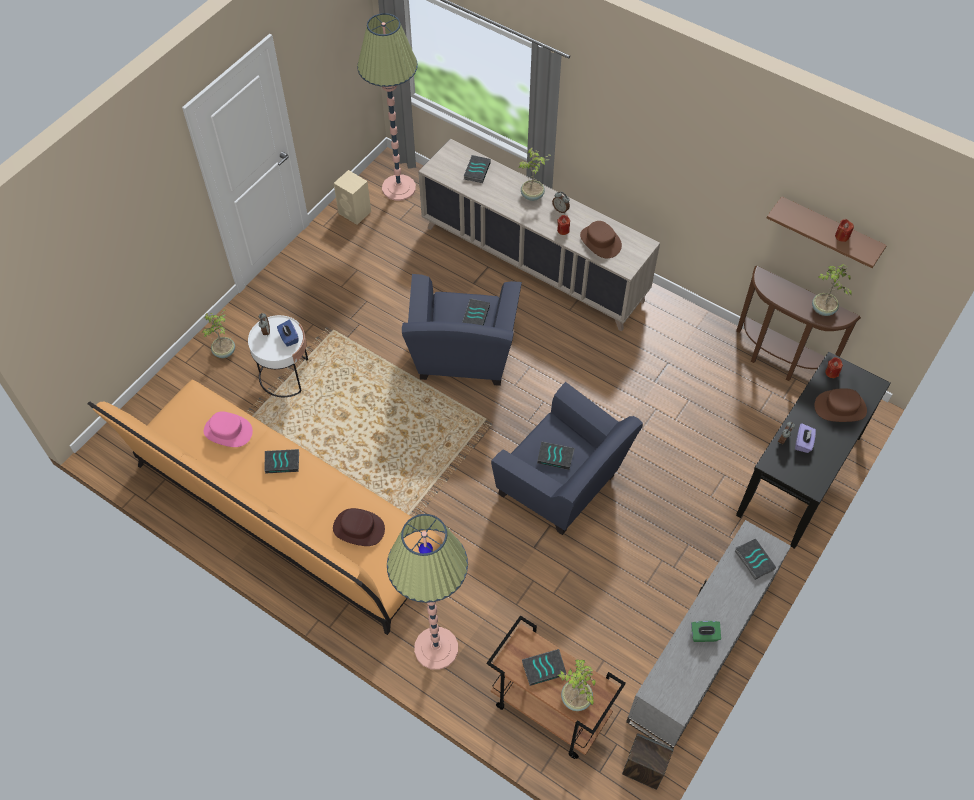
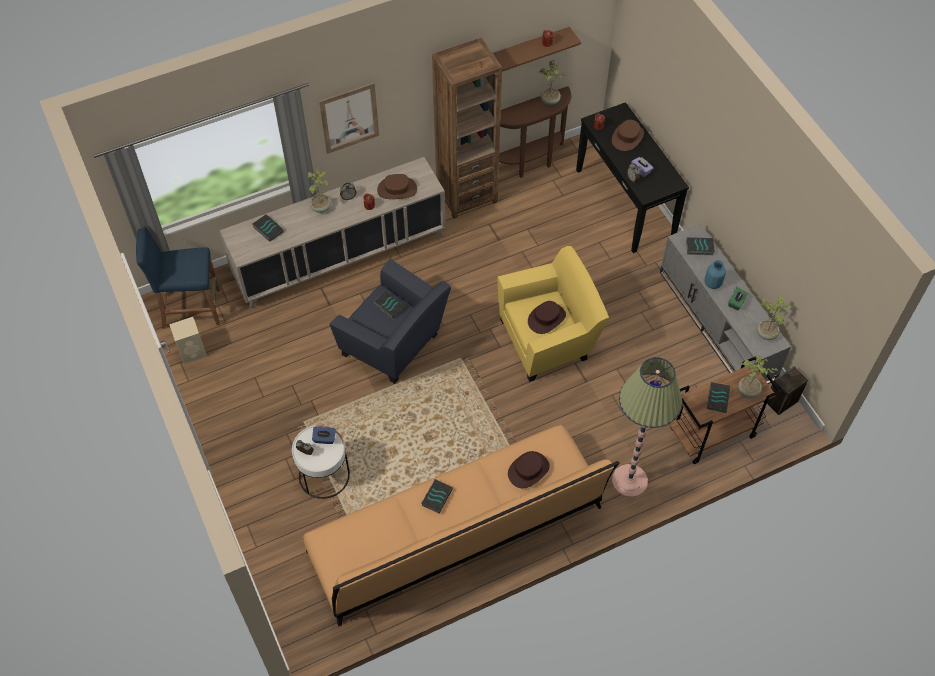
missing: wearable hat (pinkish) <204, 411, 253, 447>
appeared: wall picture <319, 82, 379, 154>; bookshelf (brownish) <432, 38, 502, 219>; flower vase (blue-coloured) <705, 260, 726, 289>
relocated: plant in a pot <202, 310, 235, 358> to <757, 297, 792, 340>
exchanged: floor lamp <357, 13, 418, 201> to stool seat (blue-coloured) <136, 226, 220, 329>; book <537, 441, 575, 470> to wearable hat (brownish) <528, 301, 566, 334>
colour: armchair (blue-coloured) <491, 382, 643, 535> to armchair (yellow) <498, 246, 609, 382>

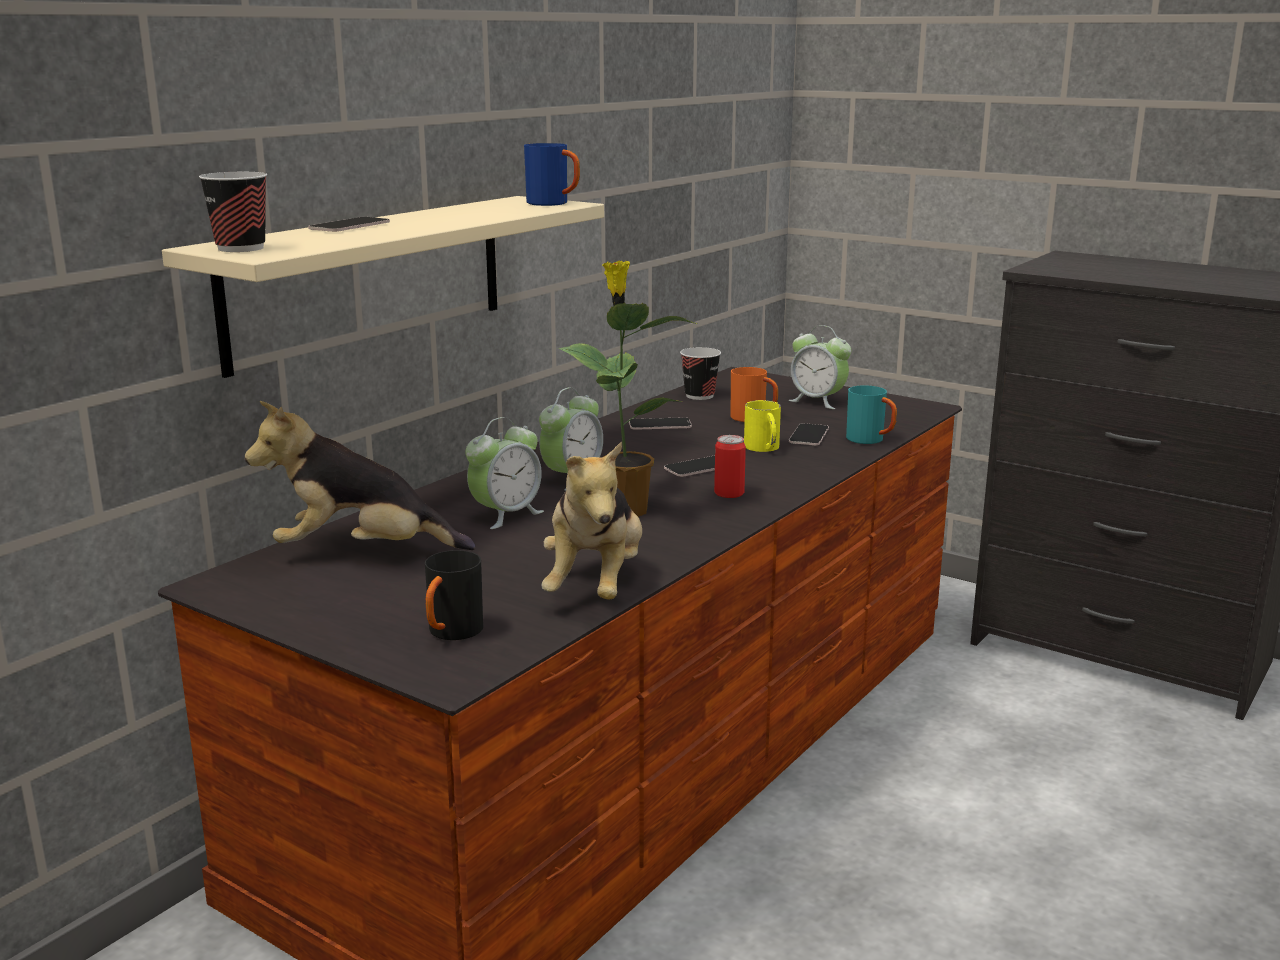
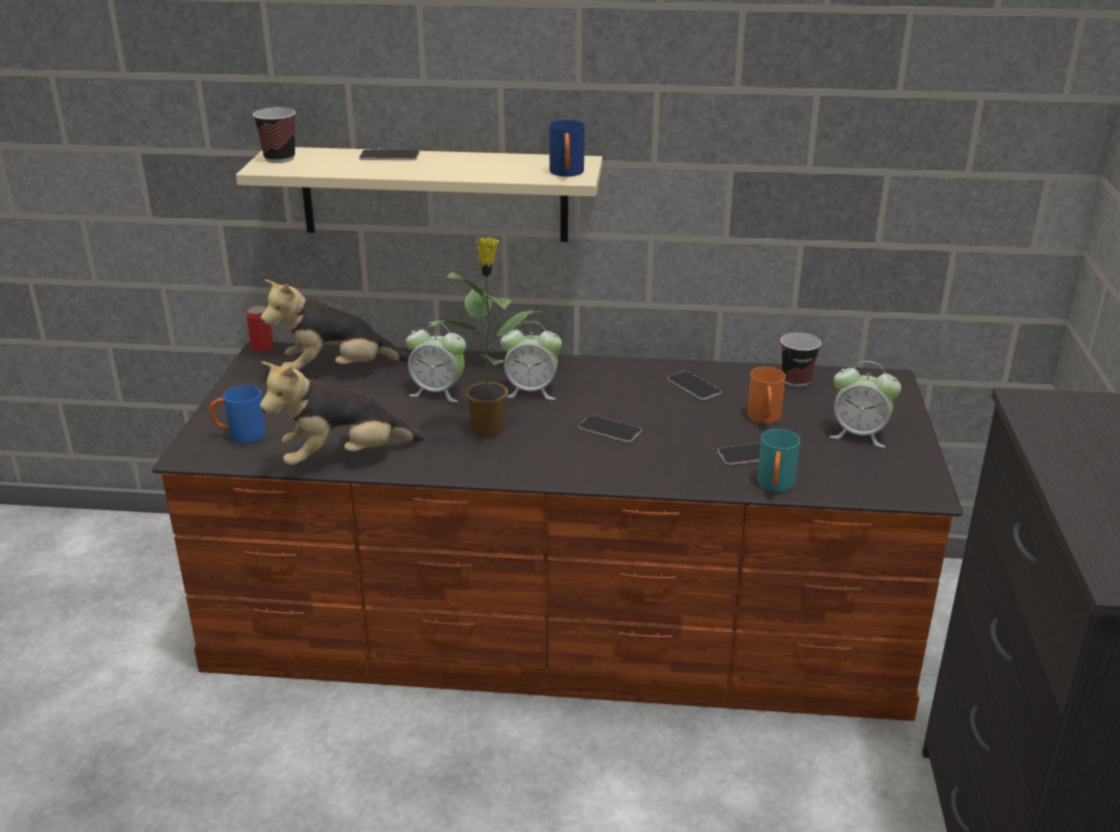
missing: tea mug (yellow) <744, 400, 781, 452>
relocated: sealed can <714, 435, 746, 498> to <247, 305, 273, 352>
colour: tea mug (blackish) <425, 550, 483, 640> to tea mug (blue-coloured) <210, 386, 266, 444>
spun: plush toy <245, 401, 476, 550> = <261, 279, 409, 370> 75 degrees counterclockwise; table clock <788, 325, 851, 409> = <830, 361, 901, 448> 75 degrees counterclockwise

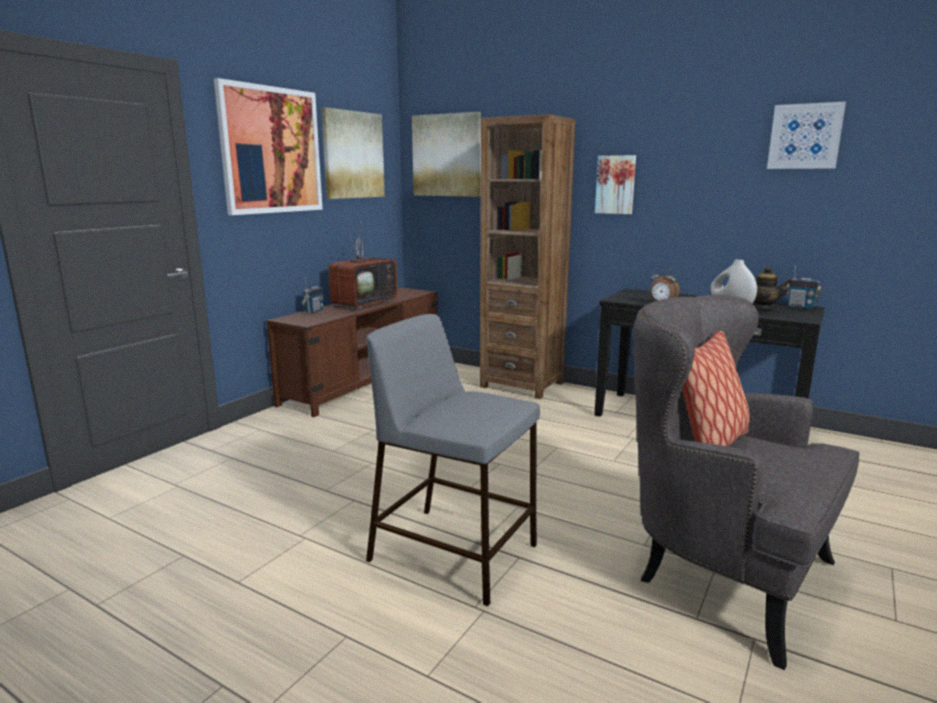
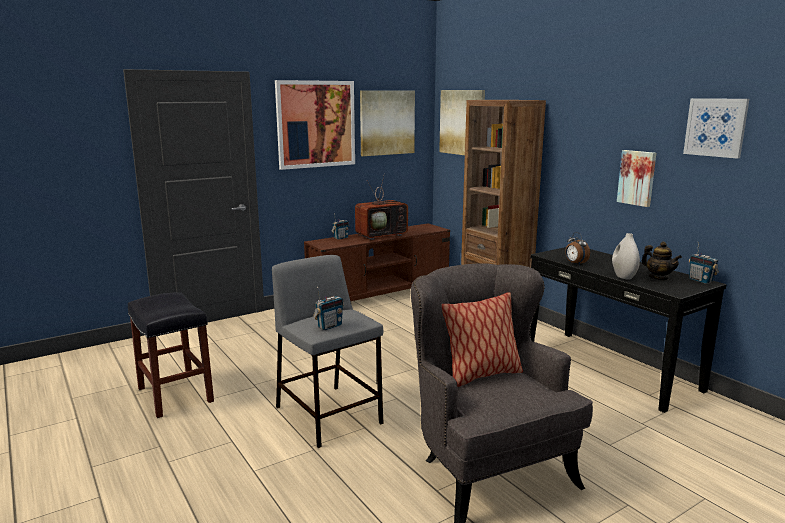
appeared: stool seat (blackish) <128, 292, 214, 418>; radio receiver <313, 287, 344, 330>
relocated: wall picture <595, 155, 636, 214> to <617, 150, 656, 207>

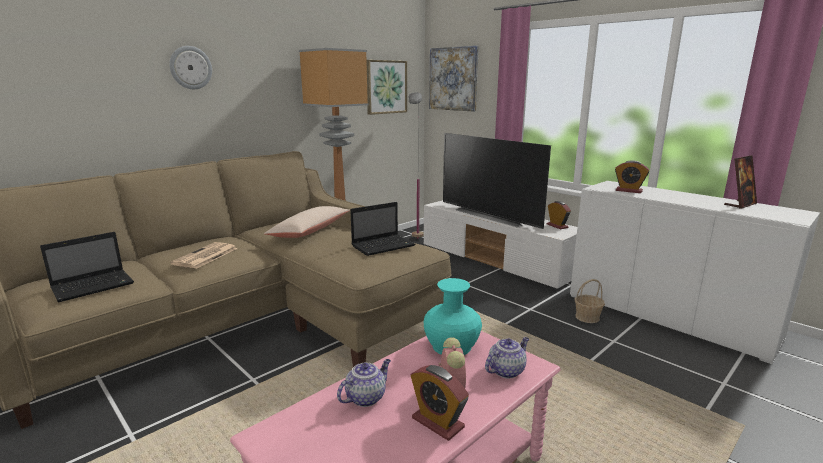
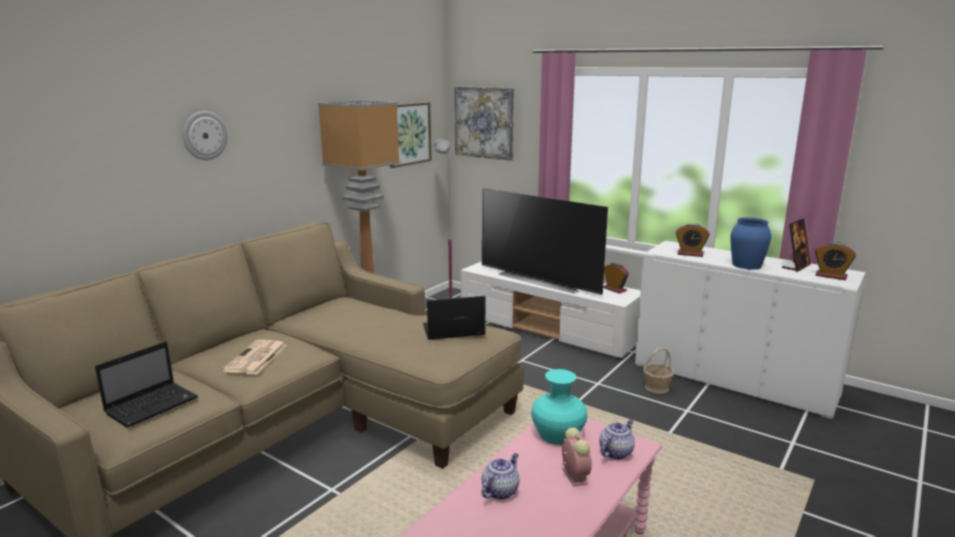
missing: throw pillow (sand-coloured) <264, 206, 350, 238>
appeared: flower vase (blue-coloured) <731, 217, 771, 270>
relocated: table clock <411, 365, 469, 441> to <815, 242, 856, 280>
spun: notebook computer <350, 202, 415, 256> = <423, 296, 485, 340> 150 degrees counterclockwise

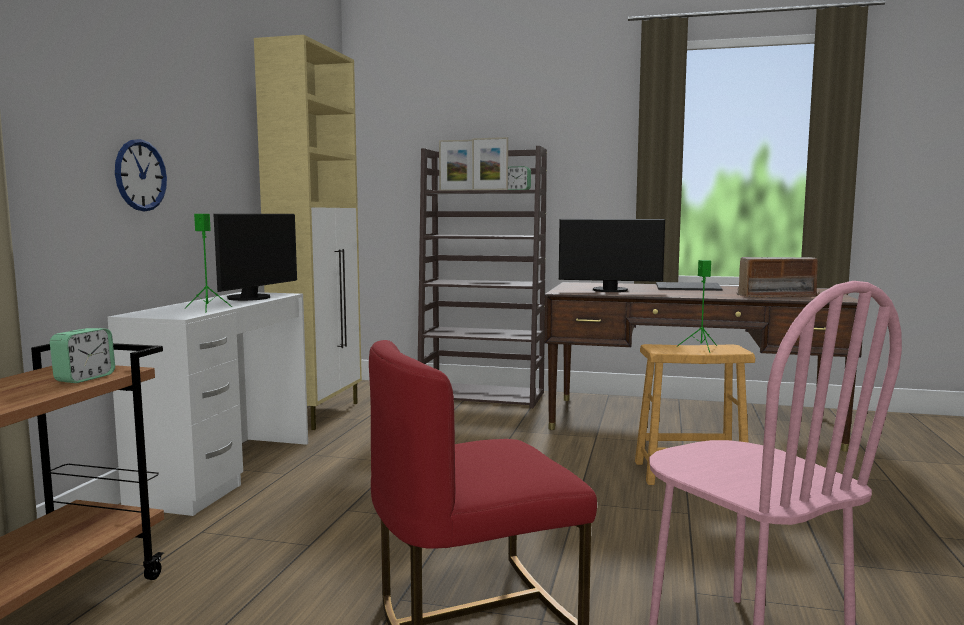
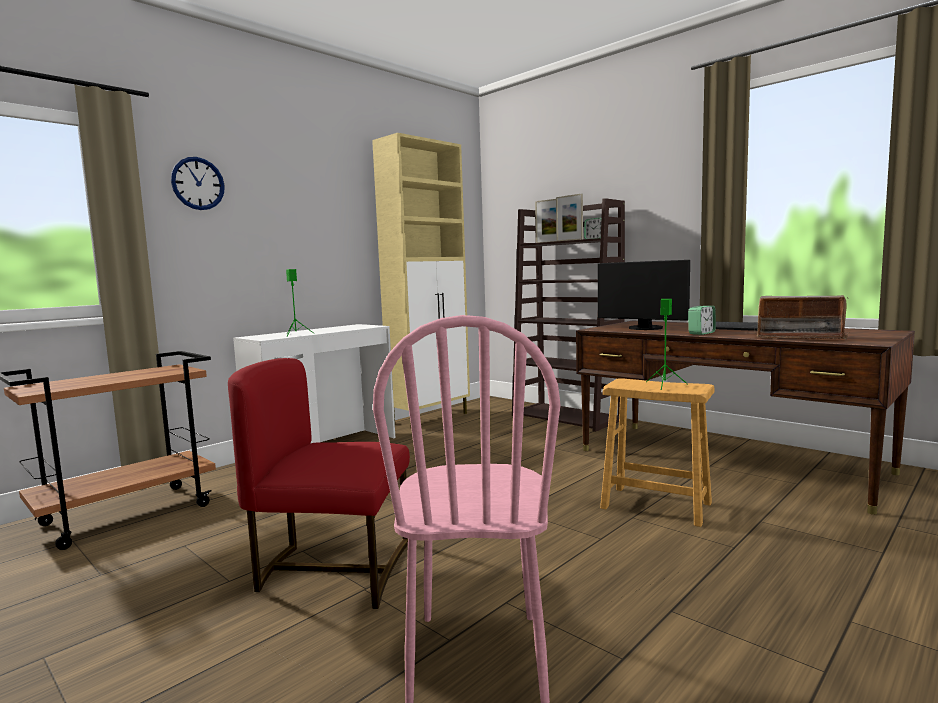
missing: computer screen <213, 214, 297, 301>
relocated: wall clock <115, 139, 167, 211> to <171, 157, 225, 210>; table clock <50, 328, 115, 383> to <688, 306, 716, 335>

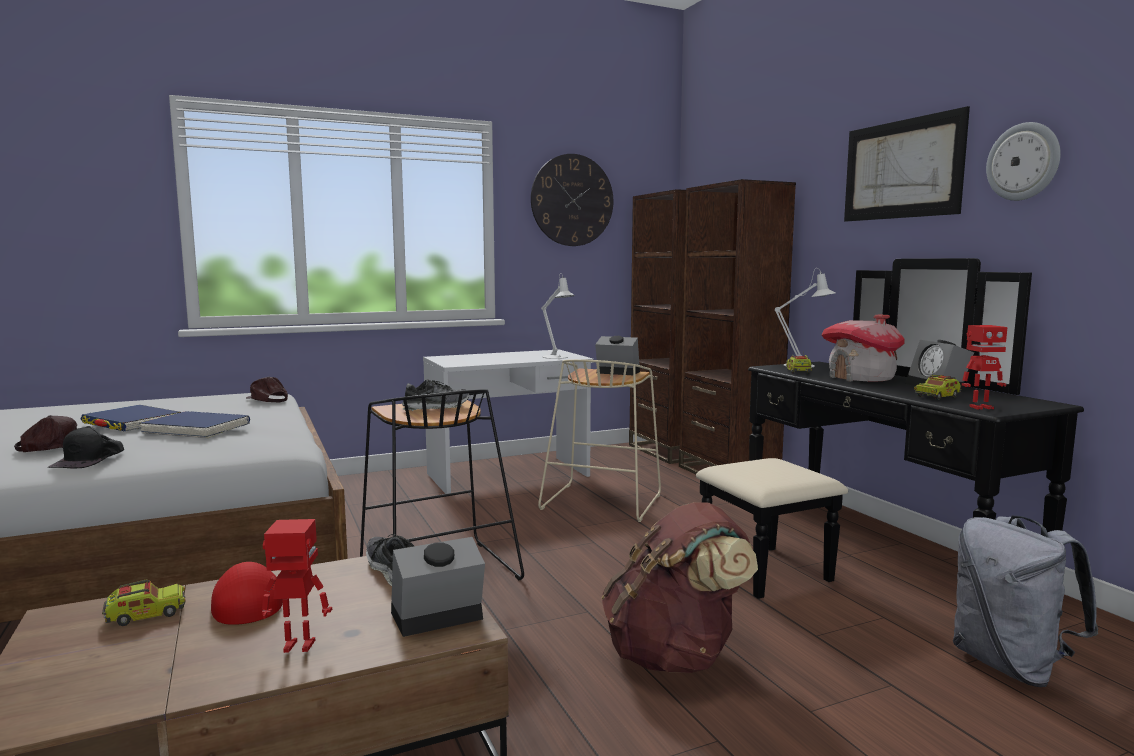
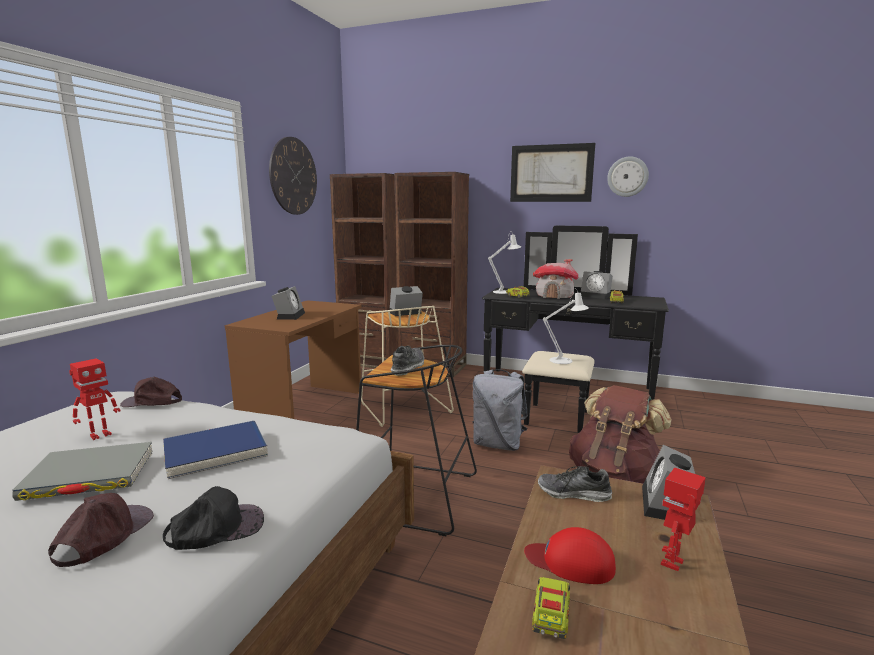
appeared: table clock <271, 286, 305, 320>
relocated: robot figure <962, 325, 1007, 409> to <69, 358, 121, 440>; backpack (grey) <953, 515, 1099, 687> to <472, 369, 528, 451>; table lamp (white) <541, 273, 575, 359> to <543, 289, 589, 364>
colour: book (blue-coloured) <81, 405, 181, 431> to book (grey) <12, 442, 153, 501>; desk table (white) <423, 349, 593, 494> to desk table (brownish) <225, 300, 362, 419>
spun: cap (blackish) <48, 426, 124, 468> = <162, 486, 264, 550> 75 degrees counterclockwise

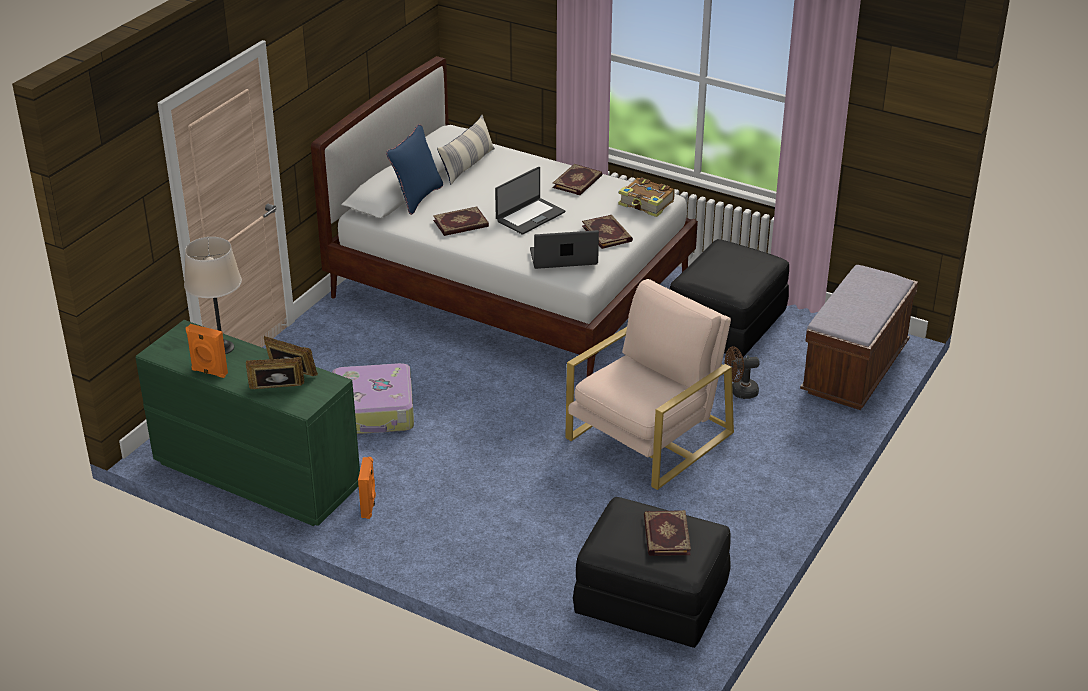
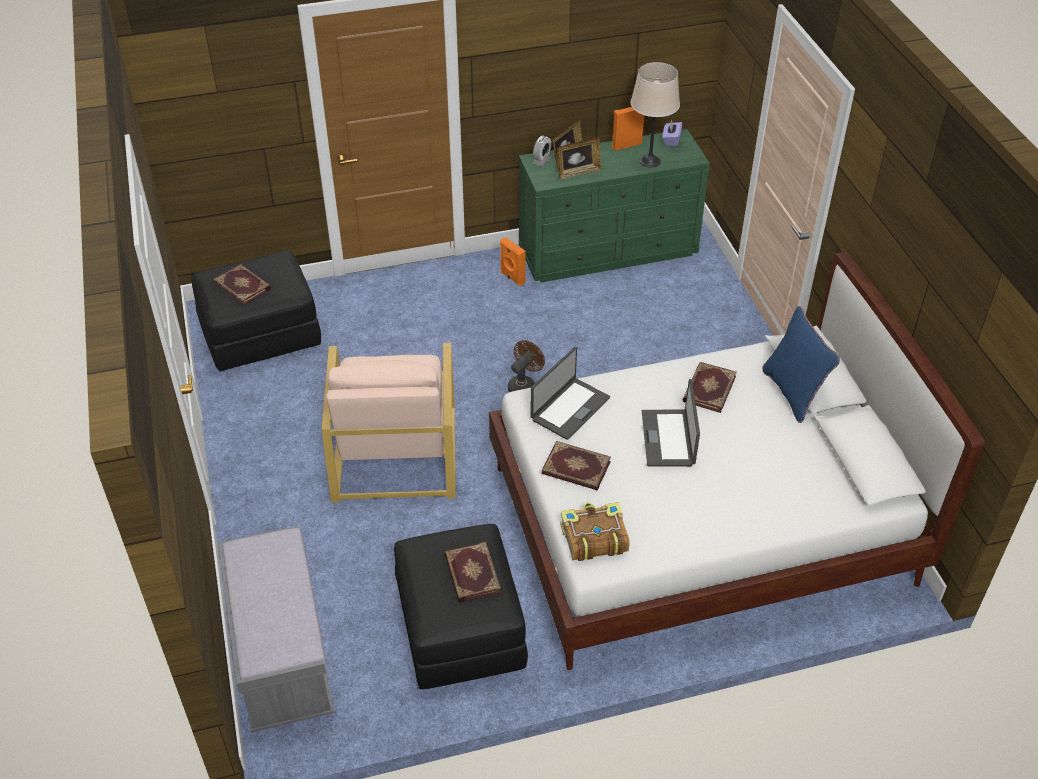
missing: suitcase <332, 363, 414, 434>; throw pillow <437, 115, 495, 185>
appeared: table clock <532, 136, 552, 167>; tissue holder (purple) <663, 119, 682, 147>
relocated: book <553, 164, 602, 195> to <444, 542, 501, 602>; cooling fan (brownish) <725, 346, 760, 399> to <508, 340, 545, 392>
colour: bench (brownish) <800, 265, 918, 410> to bench (grey) <218, 526, 334, 733>

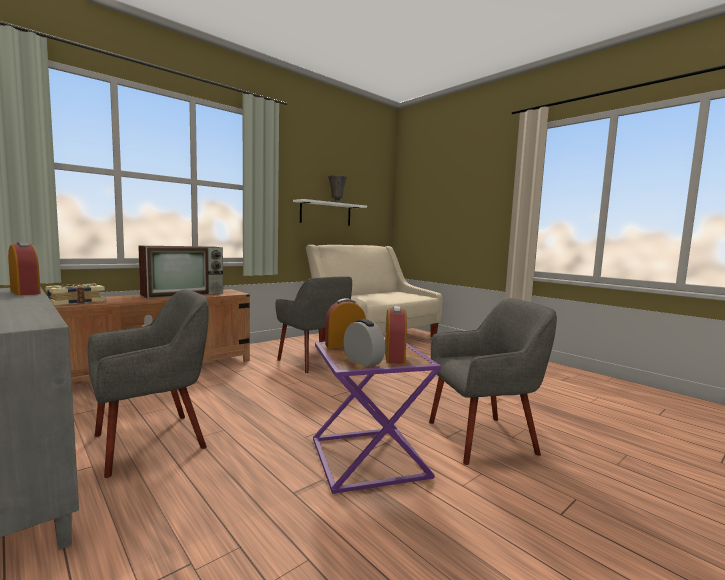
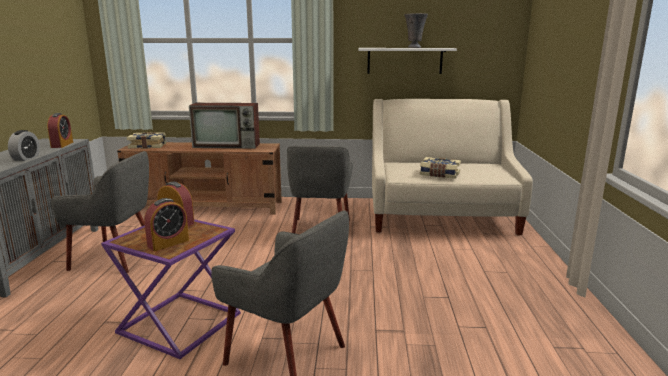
appeared: book <420, 157, 461, 179>
relocated: table clock <344, 319, 385, 367> to <8, 130, 40, 161>

